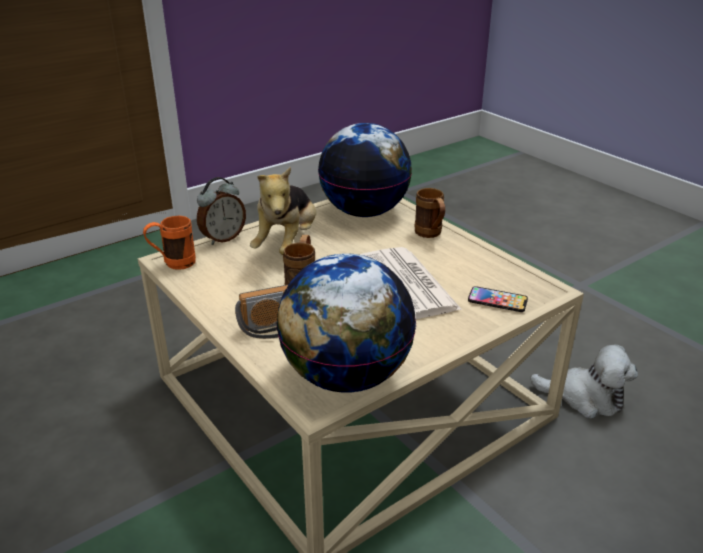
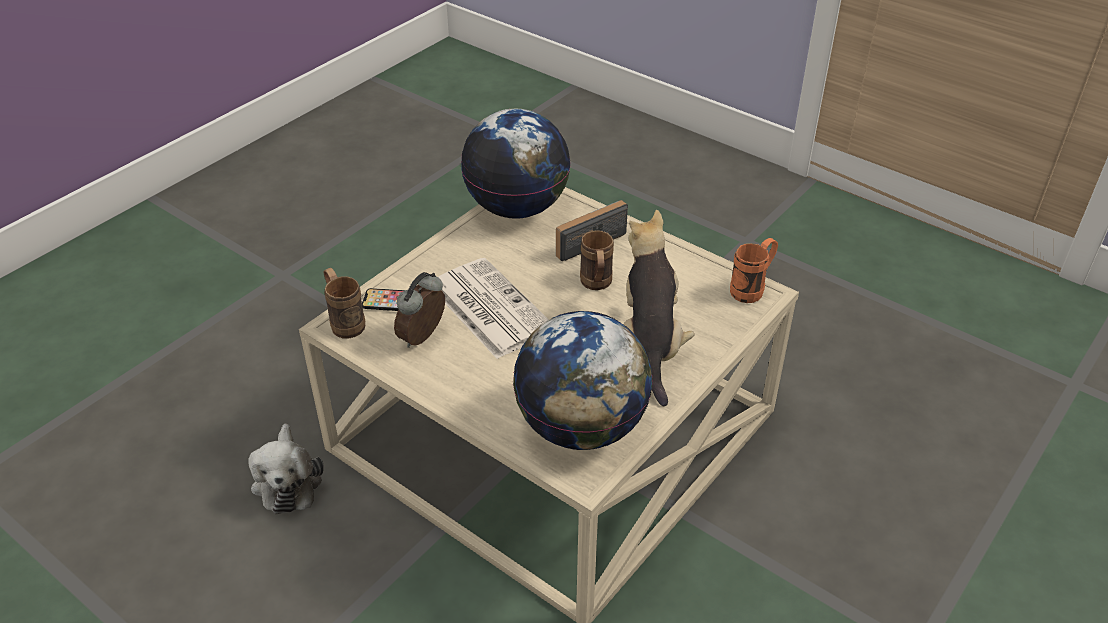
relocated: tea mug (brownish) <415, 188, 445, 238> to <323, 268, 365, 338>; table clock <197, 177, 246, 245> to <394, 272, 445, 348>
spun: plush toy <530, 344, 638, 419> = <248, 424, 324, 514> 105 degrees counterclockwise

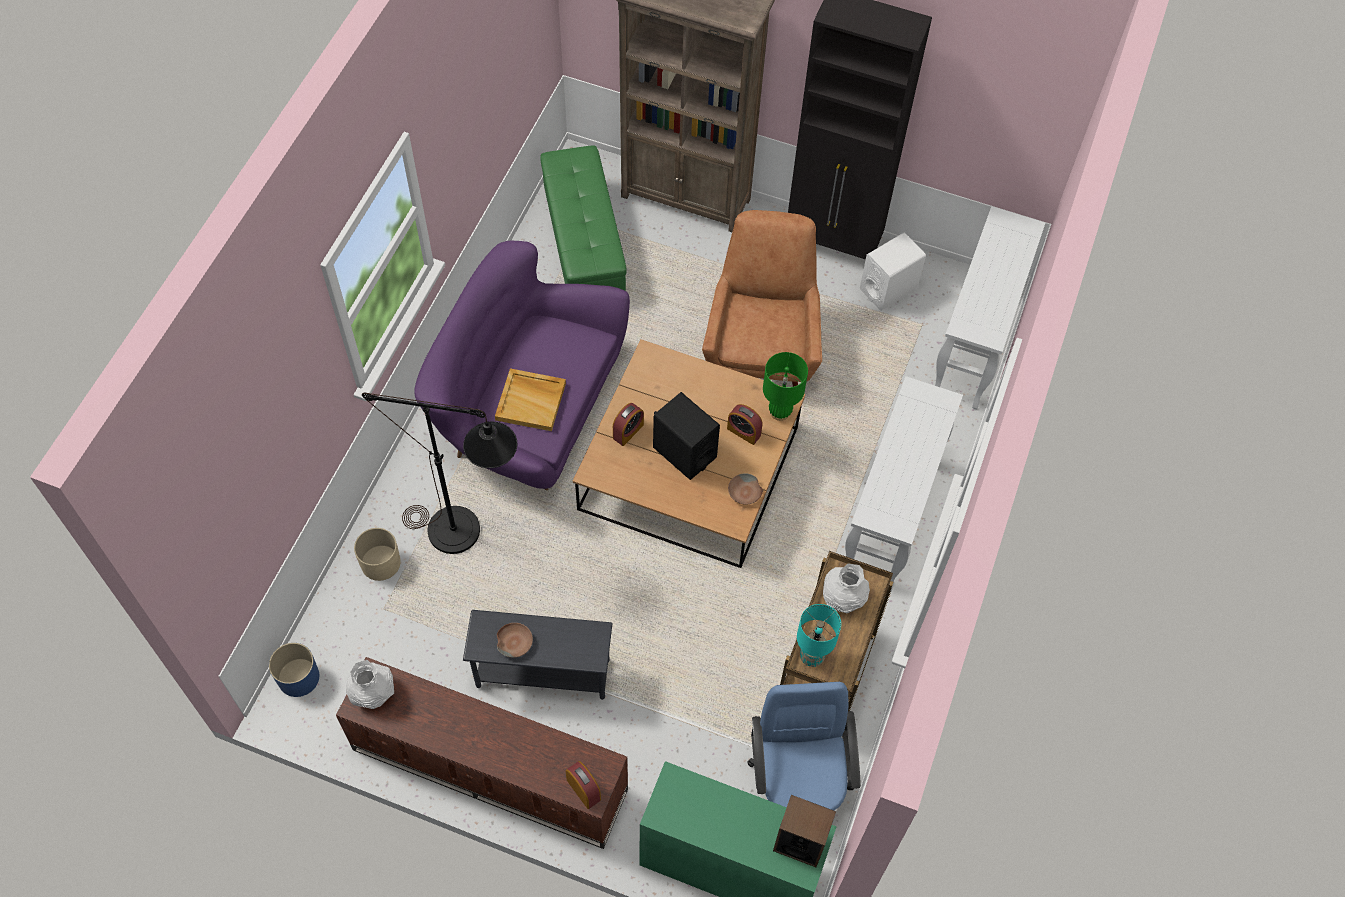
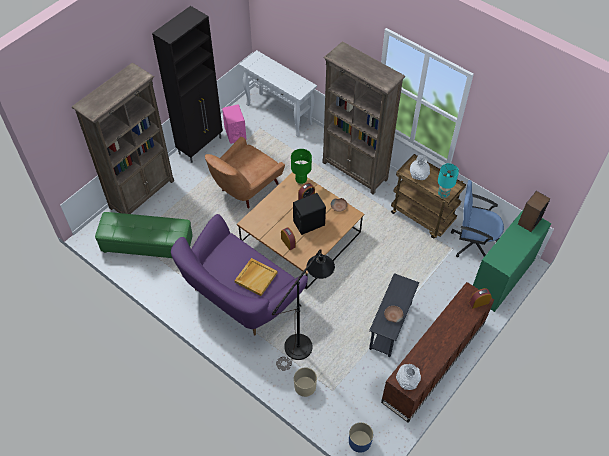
exchanged: narrow table (white) <845, 376, 963, 592> to bookshelf (brownish) <322, 42, 405, 194>
colour: audio speaker (white) <860, 233, 926, 311> to audio speaker (pinkish) <222, 104, 246, 144>
spun: armchair (brownish) <702, 210, 822, 387> = <205, 137, 285, 208> 75 degrees counterclockwise

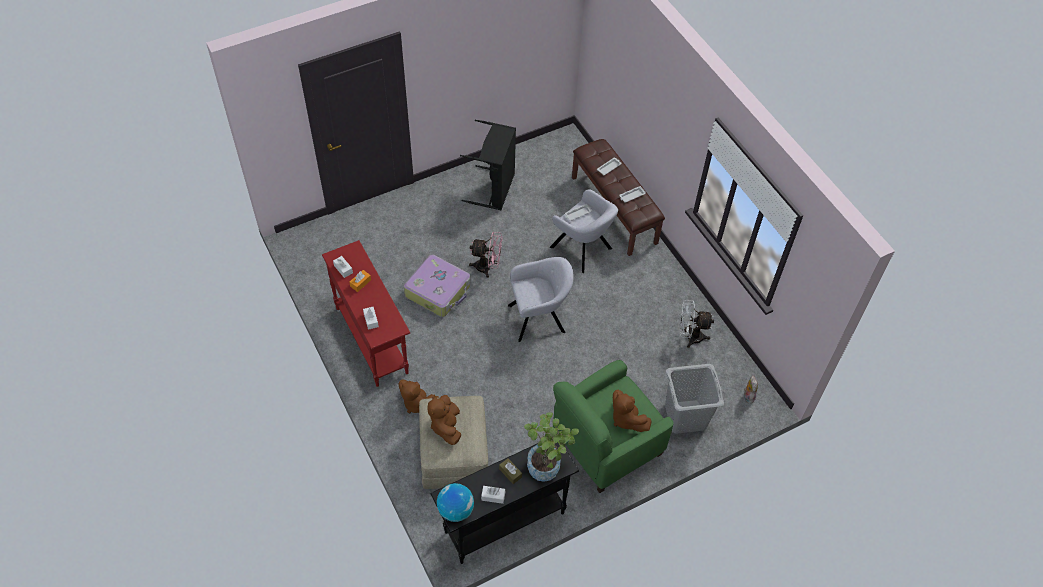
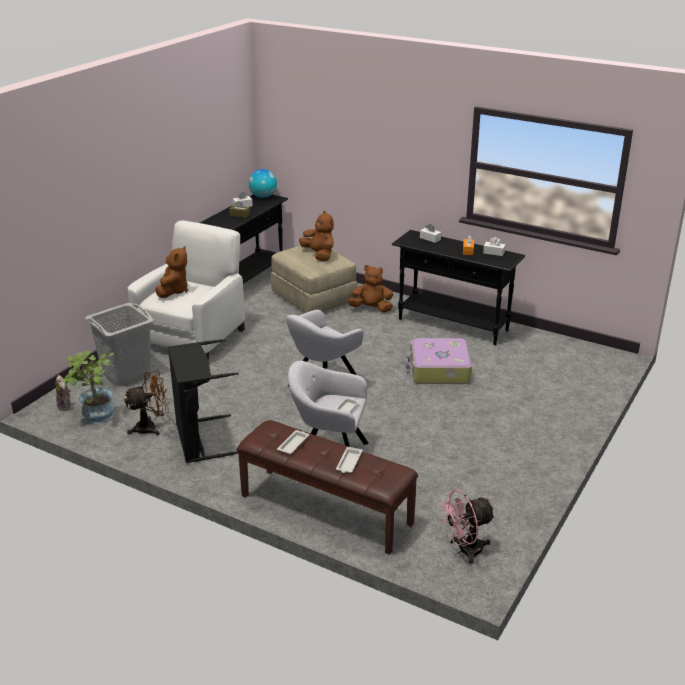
relocated: plant in a pot <524, 412, 579, 482> to <62, 351, 115, 423>; hamper (blackish) <460, 119, 516, 210> to <168, 339, 239, 463>; cooling fan (pinkish) <469, 232, 503, 278> to <438, 489, 495, 564>
colour: cooling fan (white) <680, 300, 714, 348> to cooling fan (brownish) <124, 371, 169, 435>; armchair (green) <553, 360, 674, 493> to armchair (white) <128, 221, 245, 361>; narrow table (red-coloured) <322, 240, 411, 387> to narrow table (blackish) <392, 230, 525, 345>
spun: plush toy (brownish) <613, 390, 652, 432> = <155, 246, 188, 298> 75 degrees clockwise

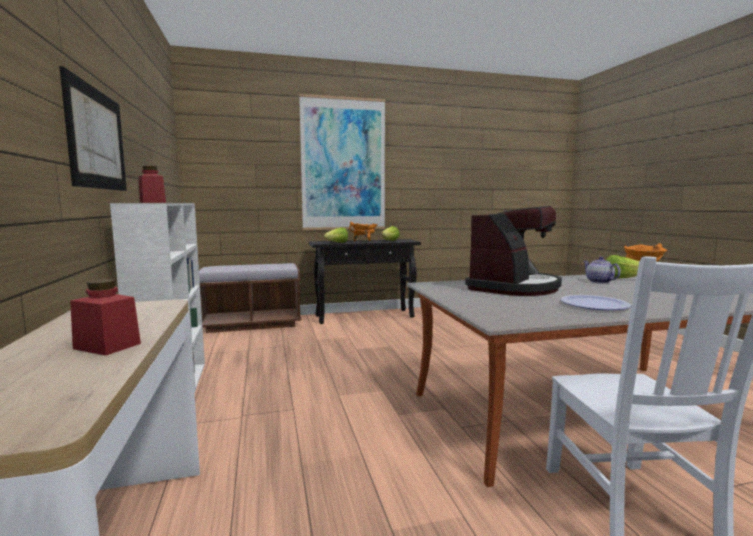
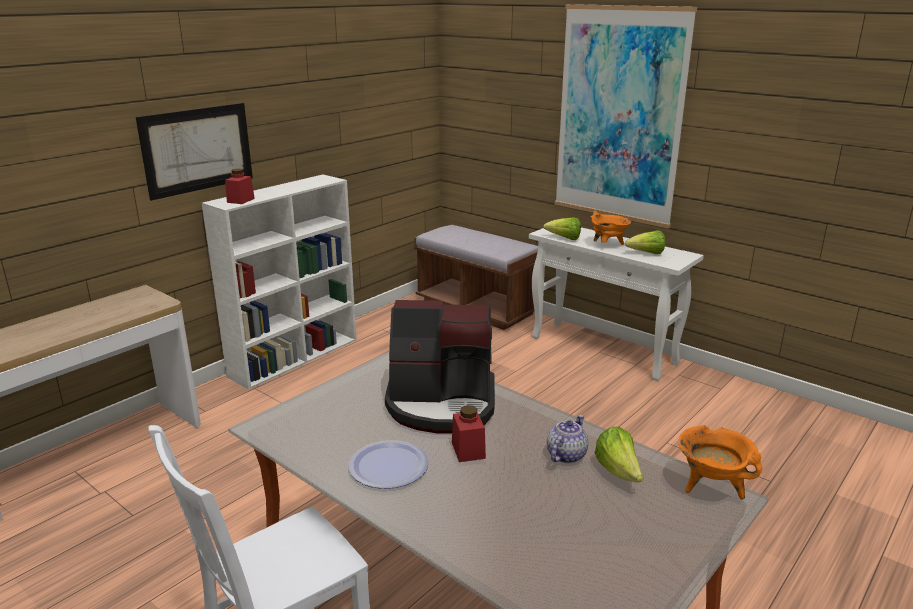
relocated: storage jar (red-coloured) <70, 279, 141, 356> to <452, 405, 486, 462>
colour: narrow table (blackish) <309, 239, 421, 324> to narrow table (white) <529, 227, 704, 381>

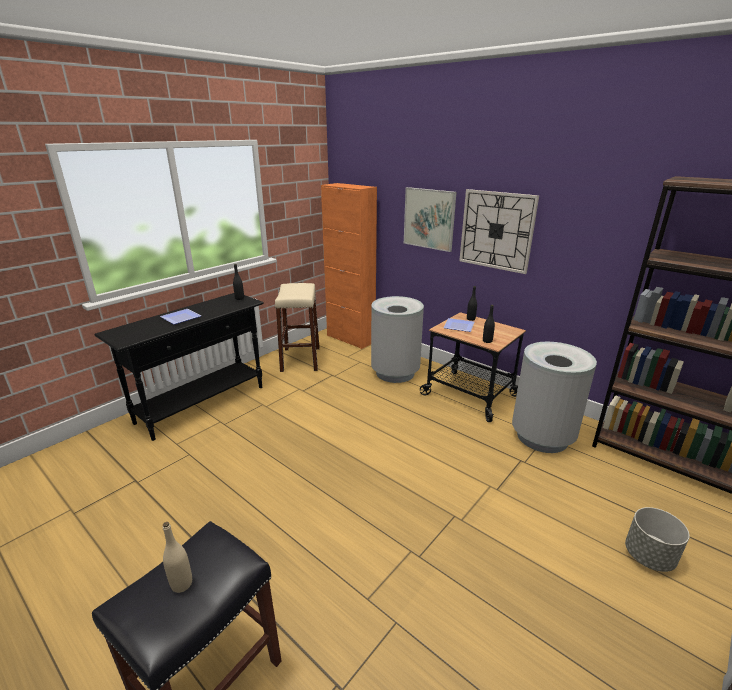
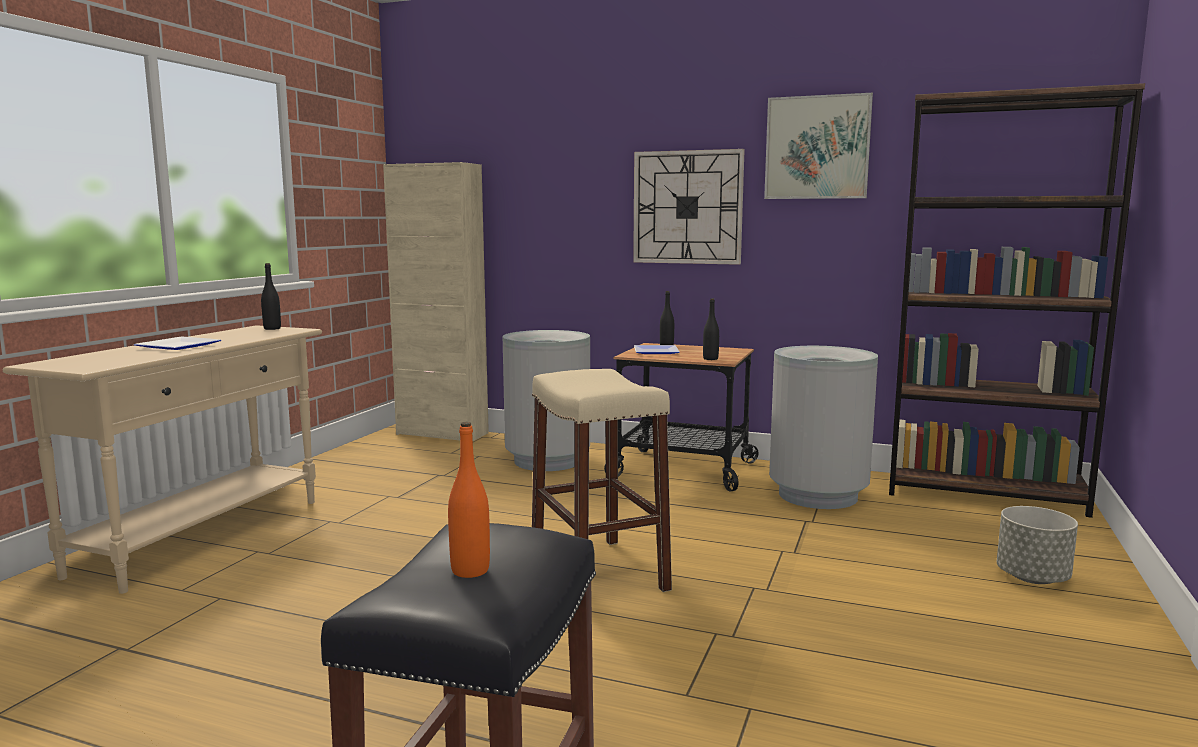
relocated: stool seat (sand-coloured) <275, 283, 320, 372> to <532, 369, 672, 592>; wall picture <404, 187, 457, 252> to <764, 93, 873, 199>
colour: narrow table (blackish) <94, 293, 264, 441> to narrow table (sand-coloured) <3, 325, 322, 594>; cupboard (orange) <321, 183, 377, 349> to cupboard (sand-coloured) <383, 162, 489, 441>; beverage bottle (sand-coloured) <163, 522, 192, 593> to beverage bottle (orange) <448, 422, 490, 578>

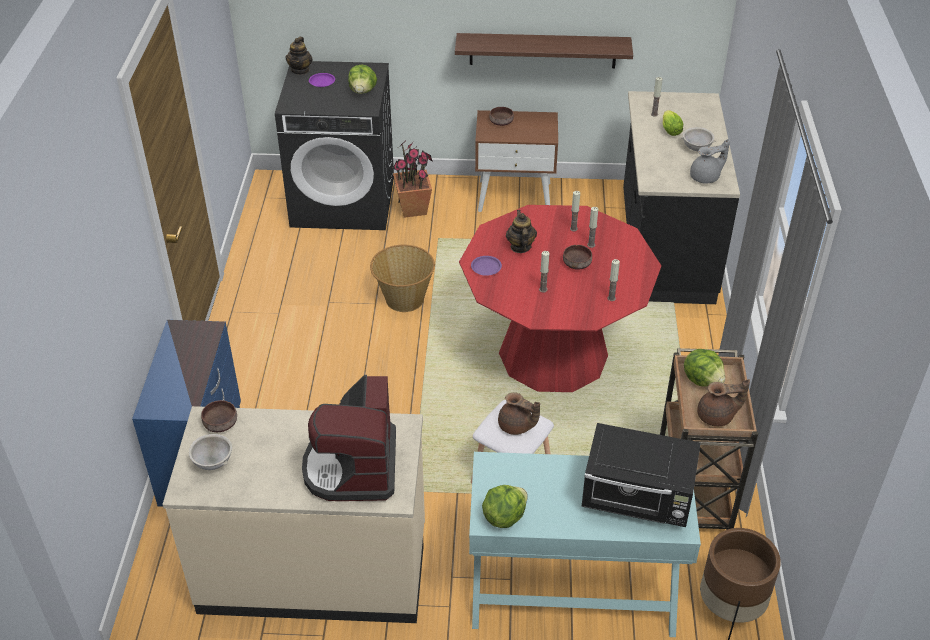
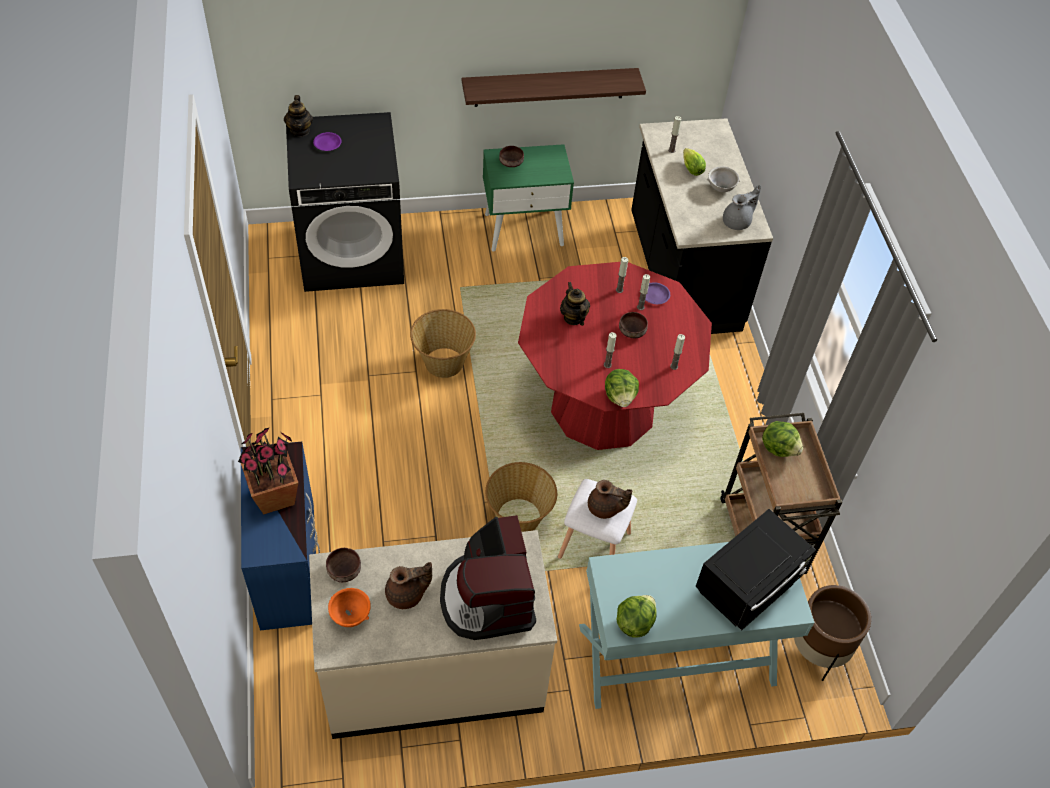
appeared: household basket <485, 462, 557, 532>
relocated: plant in a pot <392, 141, 432, 218> to <238, 427, 298, 515>; tea pot (brownish) <697, 379, 750, 426> to <385, 562, 432, 609>; head of lettuce <348, 65, 377, 94> to <605, 369, 639, 407>; dinner plate (purple) <471, 256, 502, 276> to <645, 282, 670, 304>
colour: deep dish (grey) <189, 434, 232, 470> to deep dish (orange) <328, 588, 371, 627>; bedside table (brownish) <475, 110, 558, 212> to bedside table (green) <483, 144, 574, 251>
spun: microwave oven (blackish) <581, 423, 701, 527> = <695, 509, 816, 630> 45 degrees counterclockwise

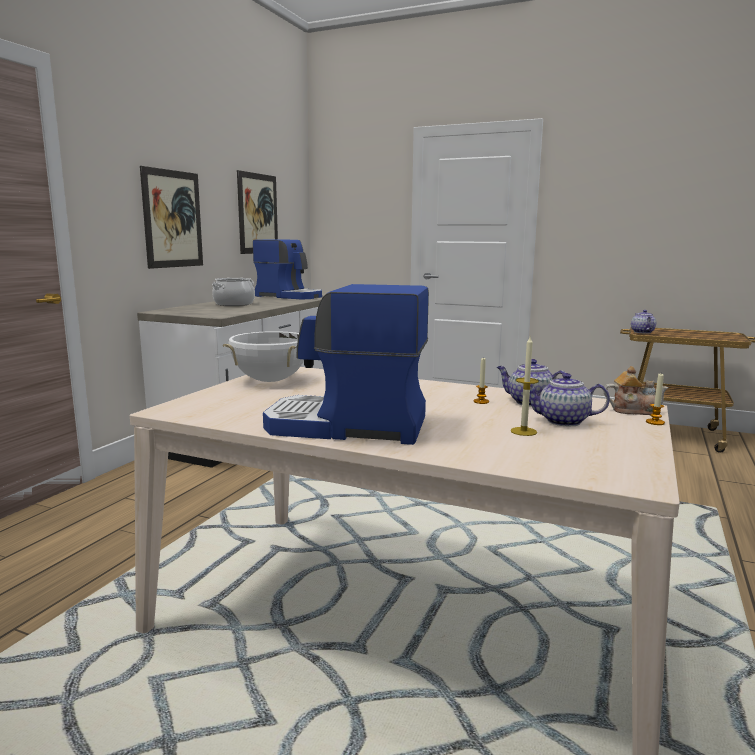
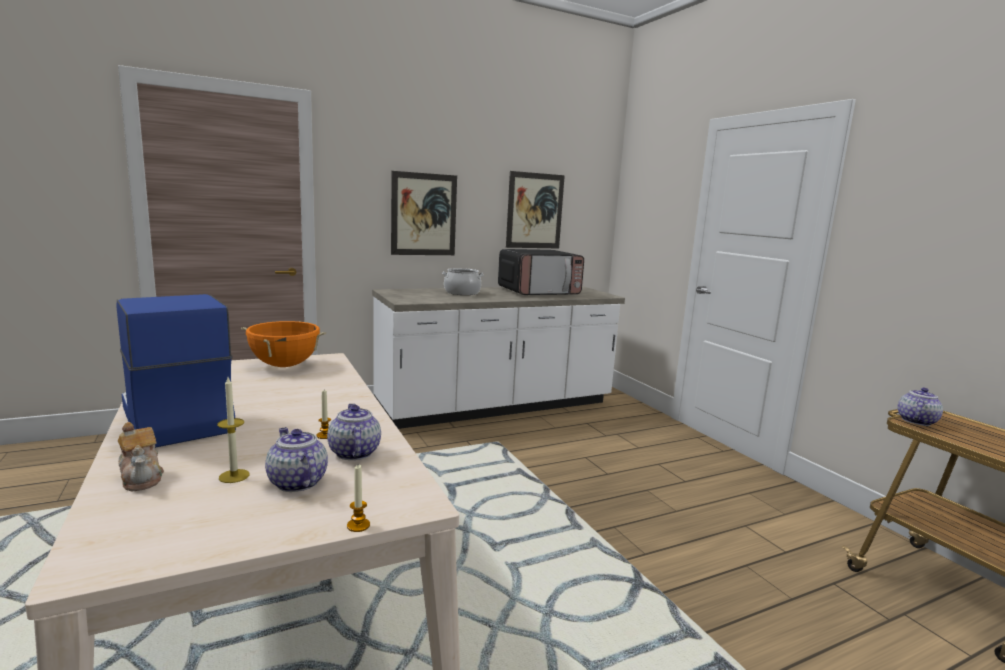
relocated: tea pot <604, 366, 669, 415> to <118, 422, 164, 491>
exchanged: coffee brewer <253, 239, 322, 299> to microwave oven <498, 249, 584, 295>
colour: cooking pot (white) <223, 331, 304, 382> to cooking pot (orange) <241, 321, 326, 367>

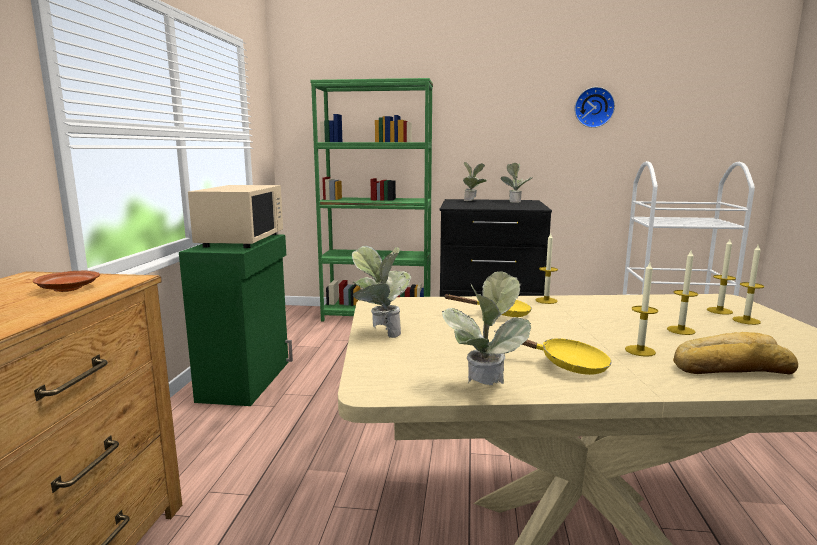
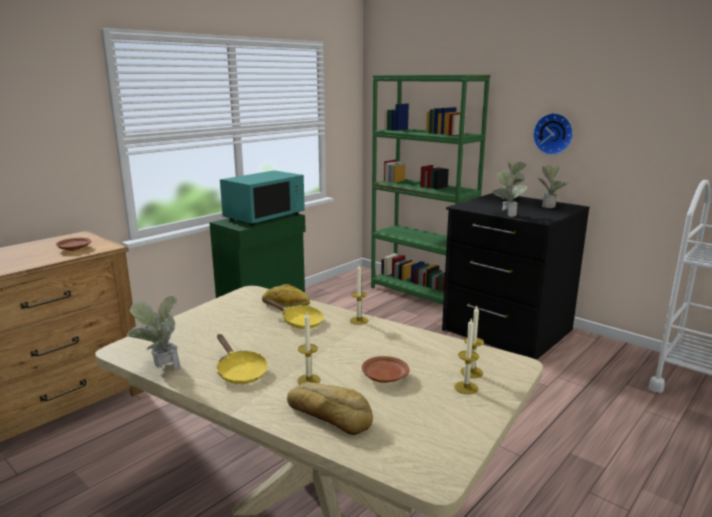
appeared: bakery bread <262, 284, 310, 306>
relocated: plant in a pot <352, 246, 411, 338> to <492, 170, 528, 217>; wall clock <574, 87, 615, 128> to <533, 113, 573, 155>
exchanged: wax candle <667, 251, 698, 335> to dinner plate (brownish) <362, 356, 409, 383>
colour: microwave oven (sand-coloured) <188, 185, 283, 248> to microwave oven (turquoise) <220, 170, 305, 226>

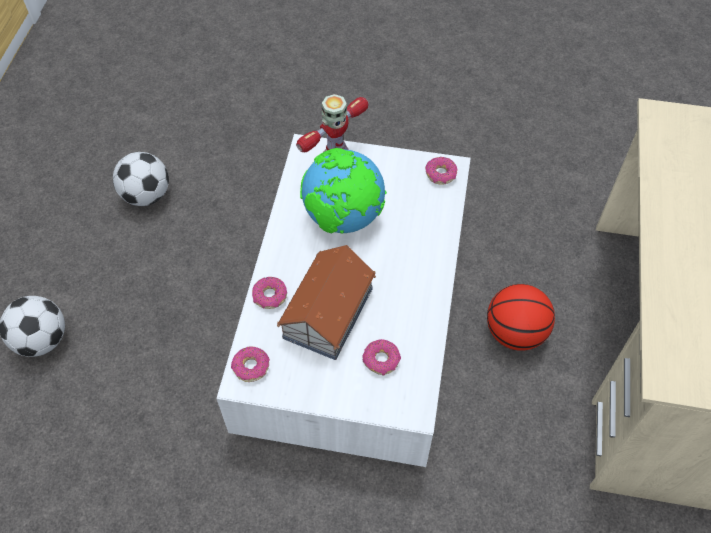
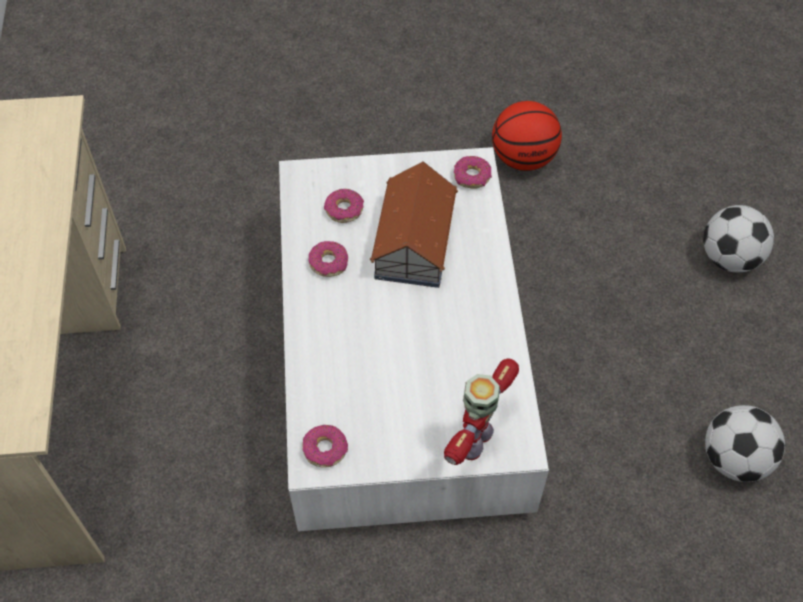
missing: world globe <300, 148, 387, 234>
relocated: donut <252, 277, 287, 309> to <308, 241, 348, 277>; basketball ball <487, 284, 555, 351> to <492, 101, 562, 171>

